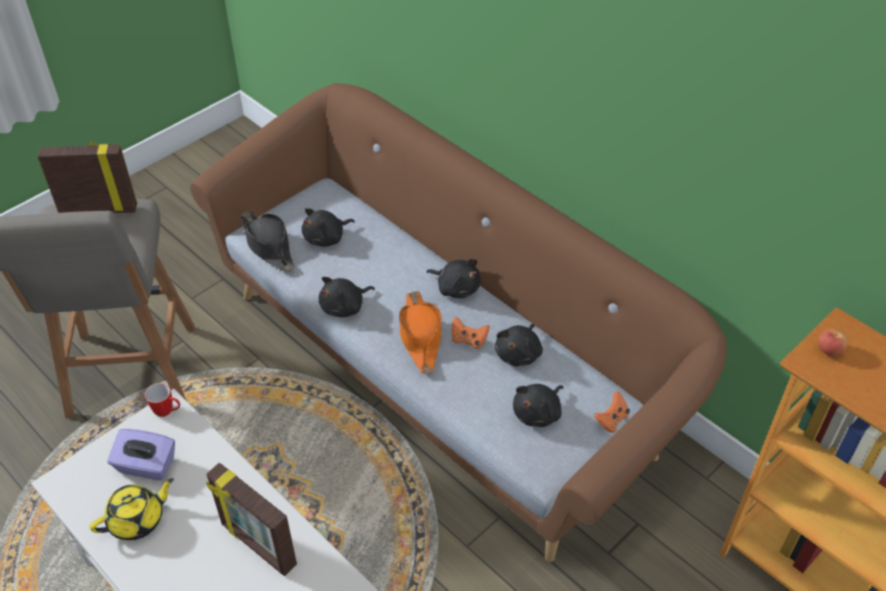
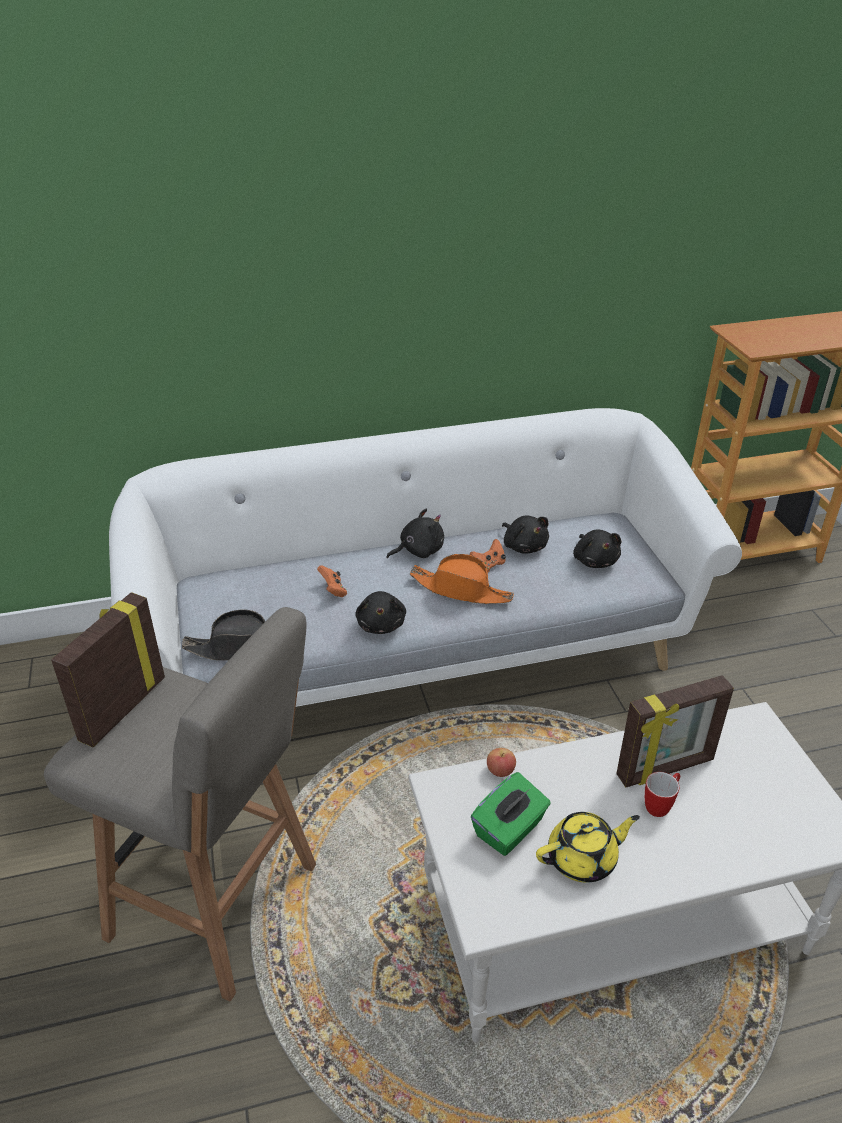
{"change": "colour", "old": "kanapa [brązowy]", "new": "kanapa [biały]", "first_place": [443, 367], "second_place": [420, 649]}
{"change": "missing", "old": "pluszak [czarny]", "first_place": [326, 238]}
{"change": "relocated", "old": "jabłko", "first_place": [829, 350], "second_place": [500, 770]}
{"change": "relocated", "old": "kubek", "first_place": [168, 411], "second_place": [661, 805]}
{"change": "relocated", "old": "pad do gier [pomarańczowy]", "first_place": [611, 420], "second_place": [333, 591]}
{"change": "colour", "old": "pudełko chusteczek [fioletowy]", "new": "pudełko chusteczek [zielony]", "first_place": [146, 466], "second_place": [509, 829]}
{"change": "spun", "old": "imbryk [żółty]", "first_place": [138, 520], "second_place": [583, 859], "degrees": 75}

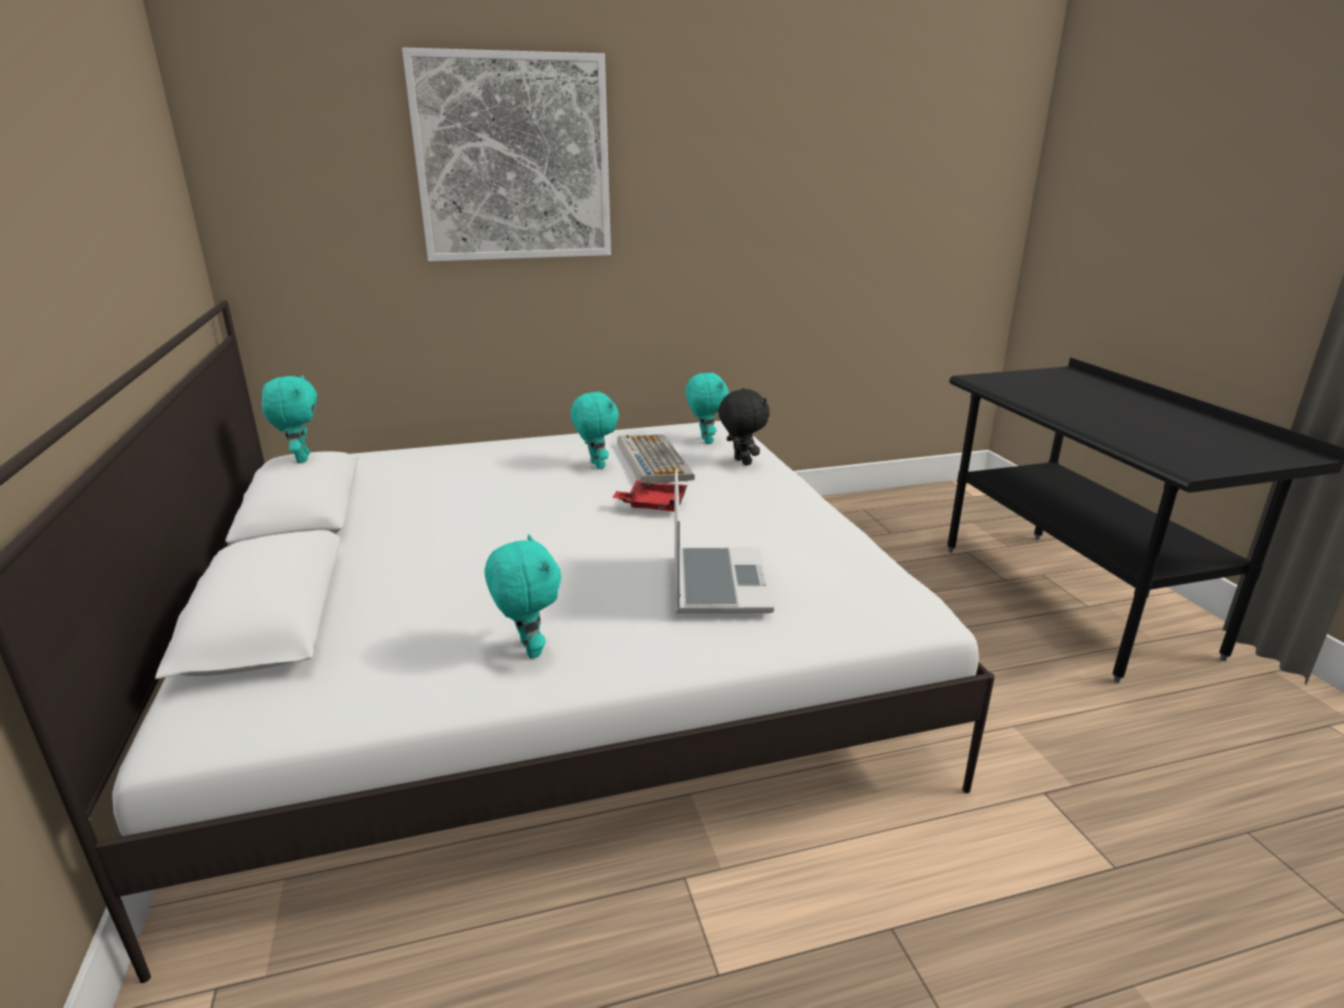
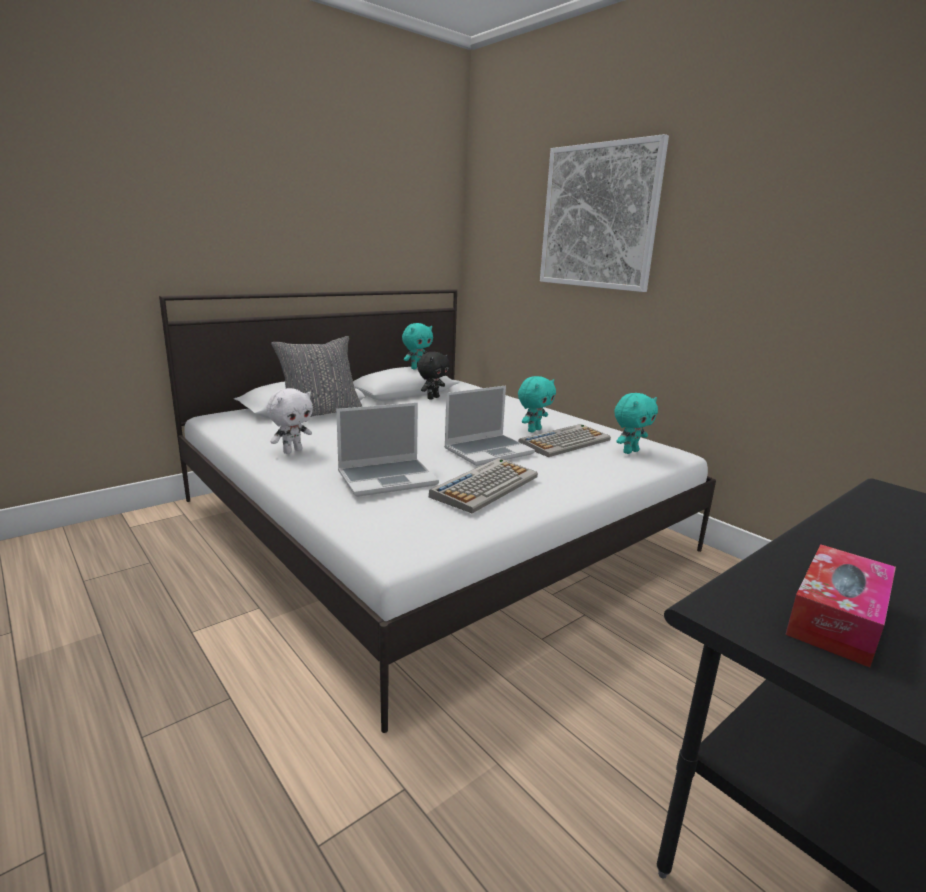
{"change": "relocated", "old": "pluszak [czarny]", "first_place": [741, 462], "second_place": [432, 398]}
{"change": "exchanged", "old": "taca [czerwony]", "new": "laptop", "first_place": [653, 504], "second_place": [489, 451]}
{"change": "colour", "old": "pluszak [turkusowy]", "new": "pluszak [biały]", "first_place": [528, 649], "second_place": [292, 451]}
{"change": "appeared", "new": "poduszka [szary]", "second_place": [320, 413]}
{"change": "appeared", "new": "klawiatura", "second_place": [485, 486]}
{"change": "appeared", "new": "pudełko chusteczek", "second_place": [836, 618]}

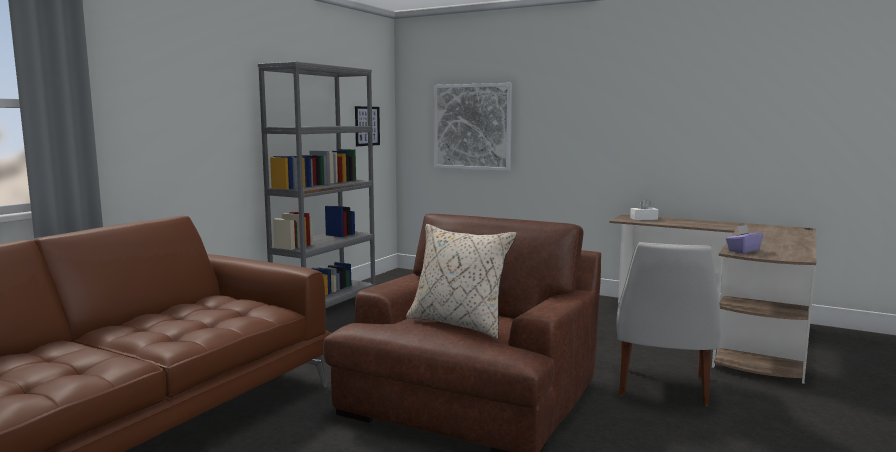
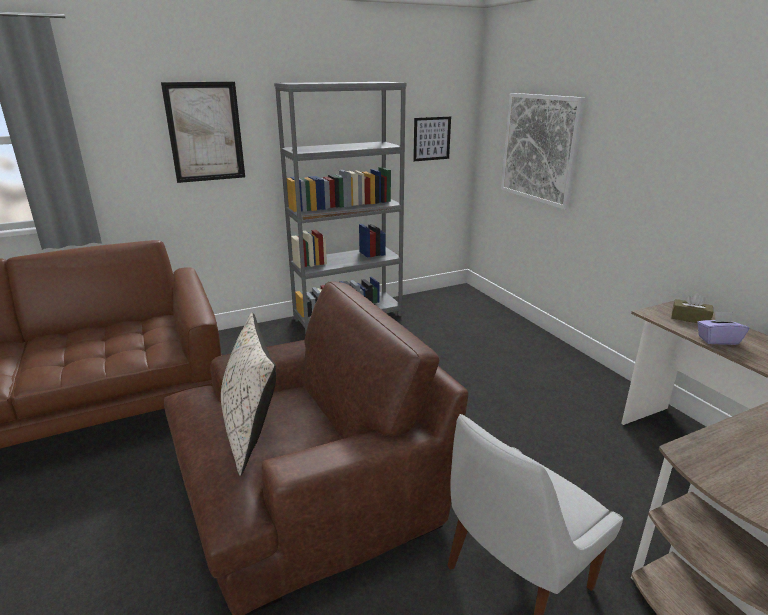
{"change": "colour", "old": "pudełko chusteczek [biały]", "new": "pudełko chusteczek [brązowy]", "first_place": [643, 219], "second_place": [690, 318]}
{"change": "relocated", "old": "pudełko chusteczek [fioletowy]", "first_place": [743, 251], "second_place": [717, 340]}
{"change": "appeared", "new": "obraz", "second_place": [205, 132]}

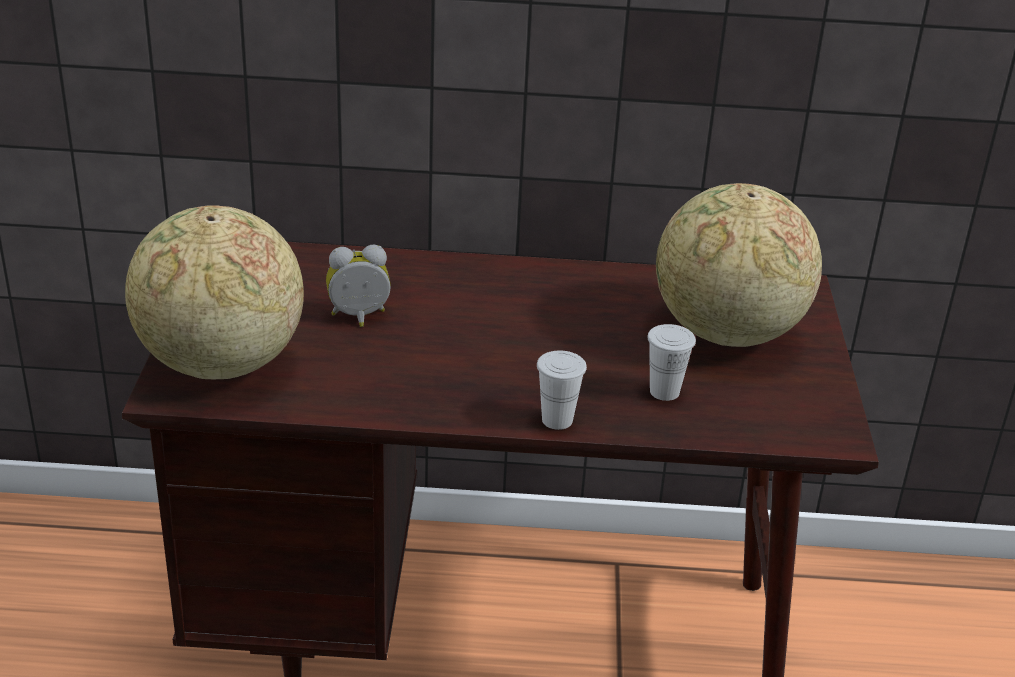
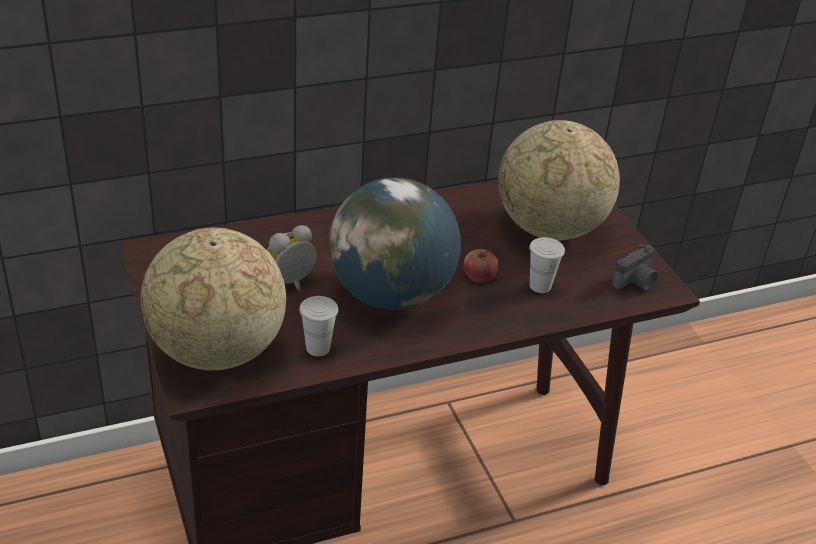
{"change": "relocated", "old": "filiżanka [biały]", "first_place": [557, 420], "second_place": [318, 348]}
{"change": "appeared", "new": "globus", "second_place": [391, 294]}
{"change": "appeared", "new": "aparat fotograficzny", "second_place": [636, 282]}
{"change": "appeared", "new": "jabłko", "second_place": [479, 275]}

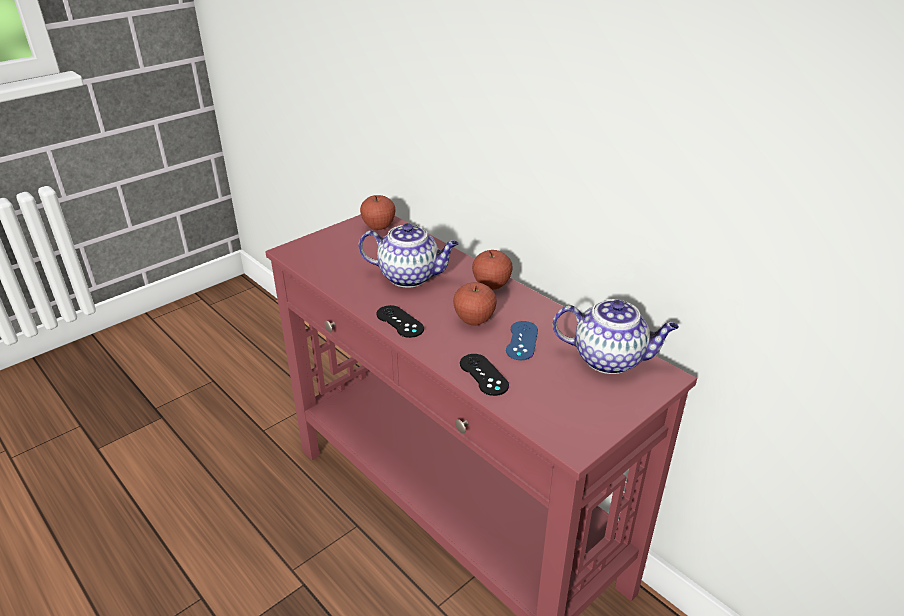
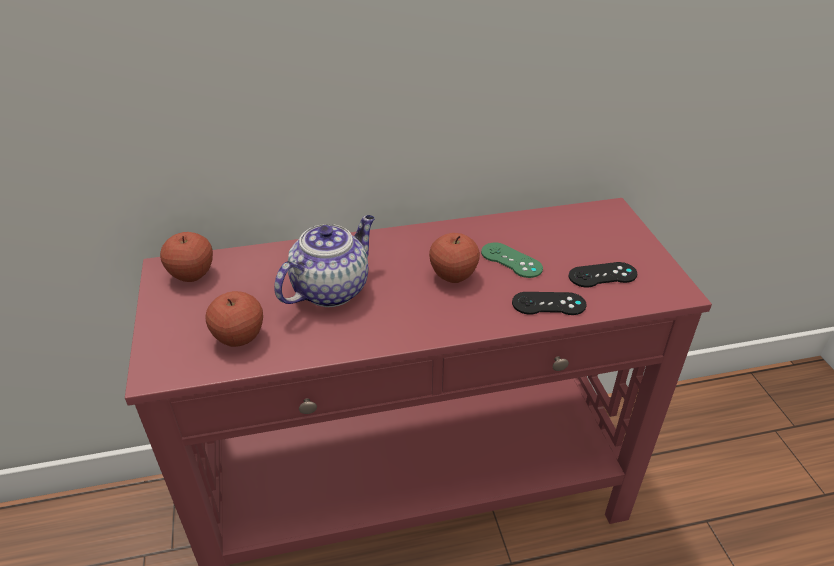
{"change": "relocated", "old": "jabłko", "first_place": [491, 285], "second_place": [239, 337]}
{"change": "missing", "old": "imbryk", "first_place": [610, 359]}
{"change": "relocated", "old": "pad do gier [czarny]", "first_place": [399, 321], "second_place": [602, 275]}
{"change": "colour", "old": "pad do gier [niebieski]", "new": "pad do gier [zielony]", "first_place": [522, 340], "second_place": [511, 260]}

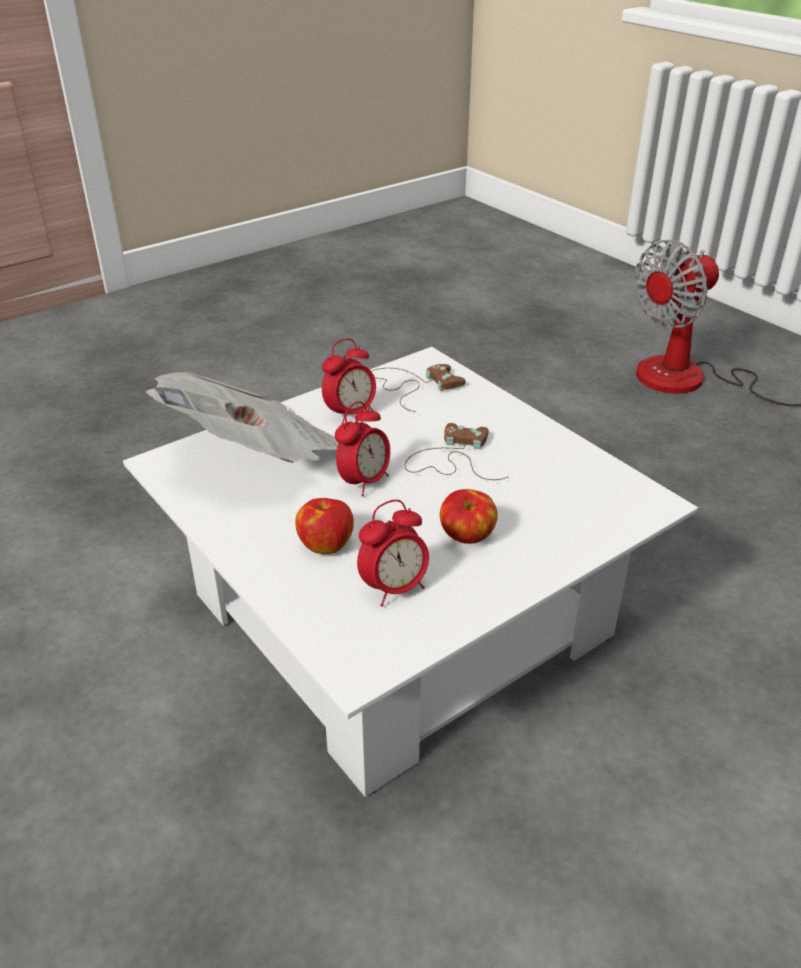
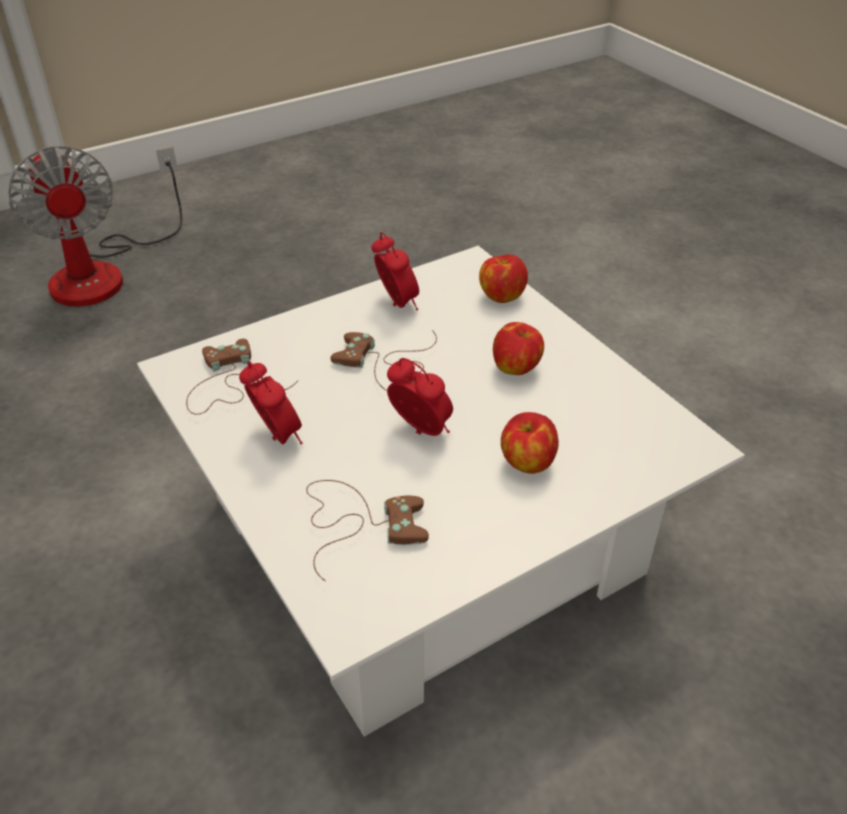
{"change": "exchanged", "old": "gazeta", "new": "pad do gier [brązowy]", "first_place": [258, 458], "second_place": [358, 522]}
{"change": "relocated", "old": "budzik", "first_place": [394, 588], "second_place": [396, 304]}
{"change": "appeared", "new": "jabłko", "second_place": [501, 296]}

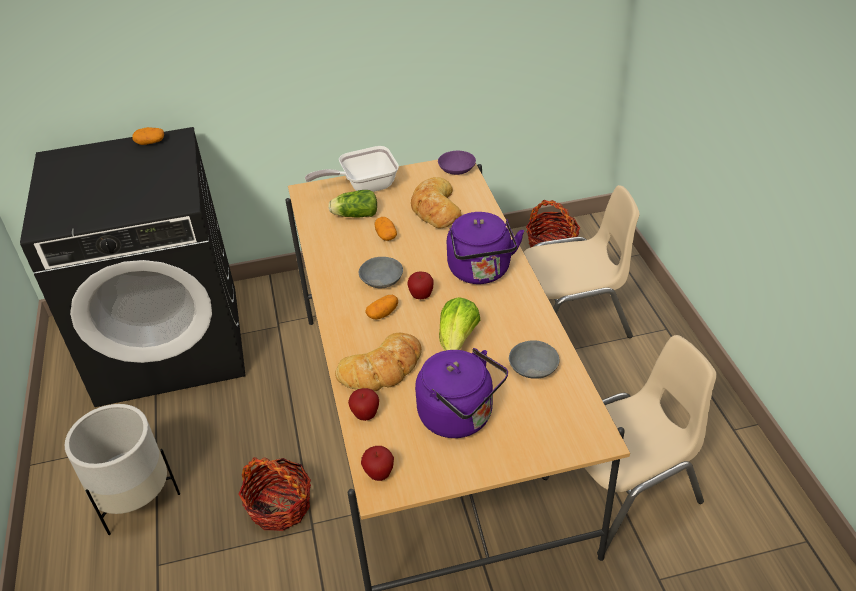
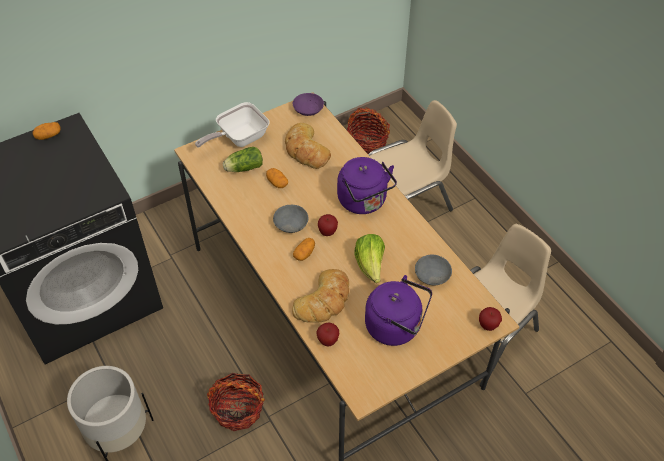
{"change": "relocated", "old": "jabłko", "first_place": [379, 474], "second_place": [488, 325]}

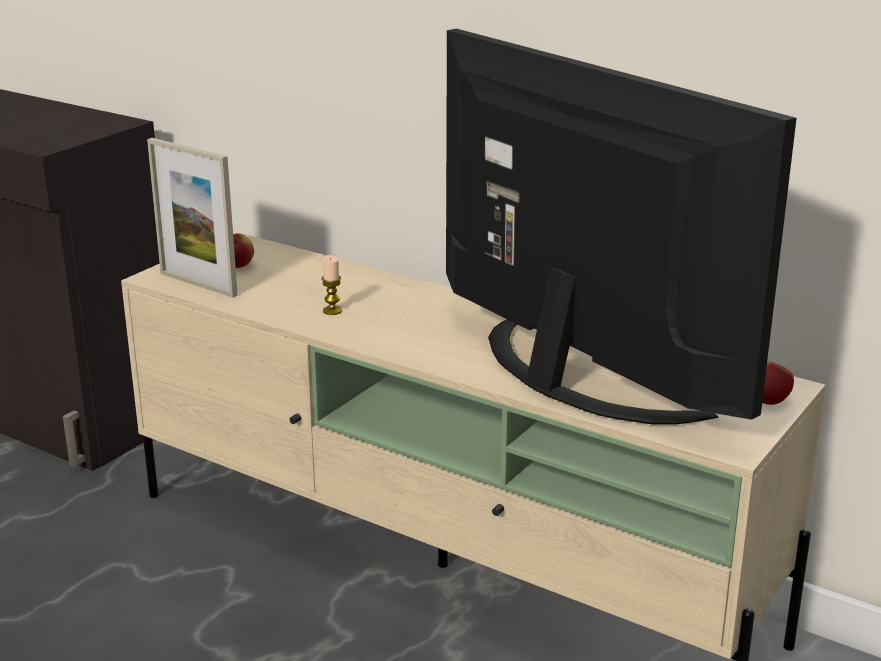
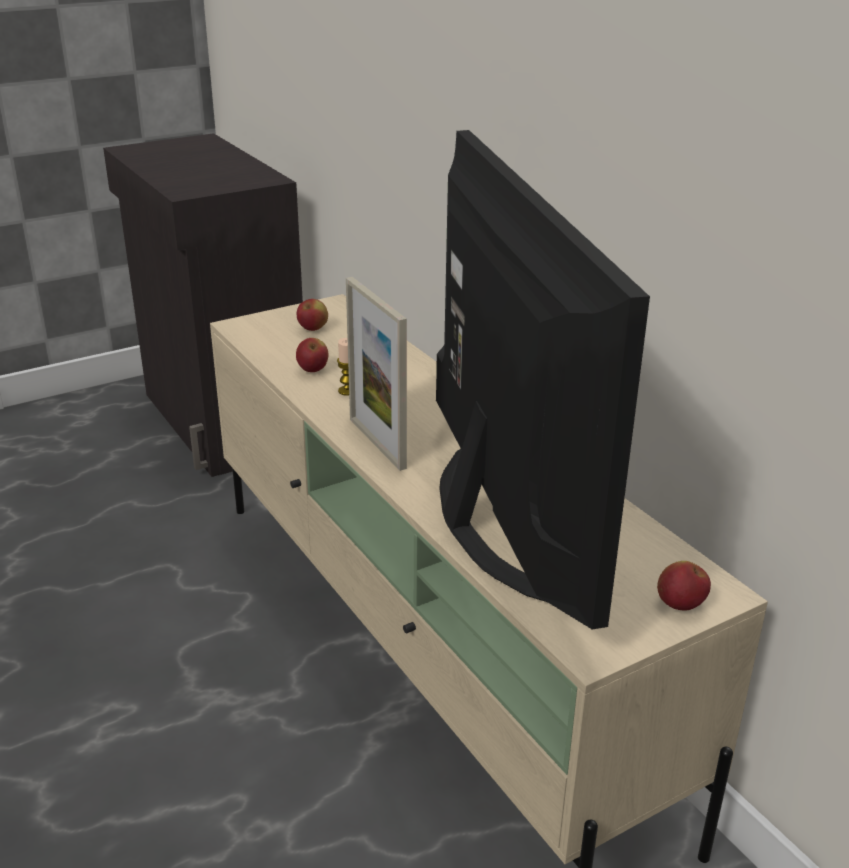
{"change": "relocated", "old": "ramka na zdjęcie", "first_place": [198, 284], "second_place": [377, 443]}
{"change": "appeared", "new": "jabłko", "second_place": [313, 370]}

